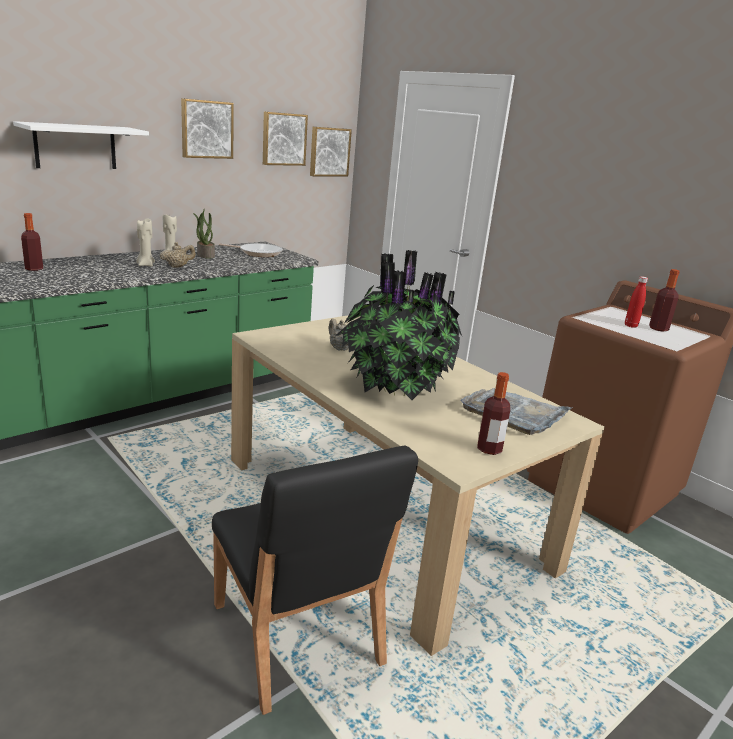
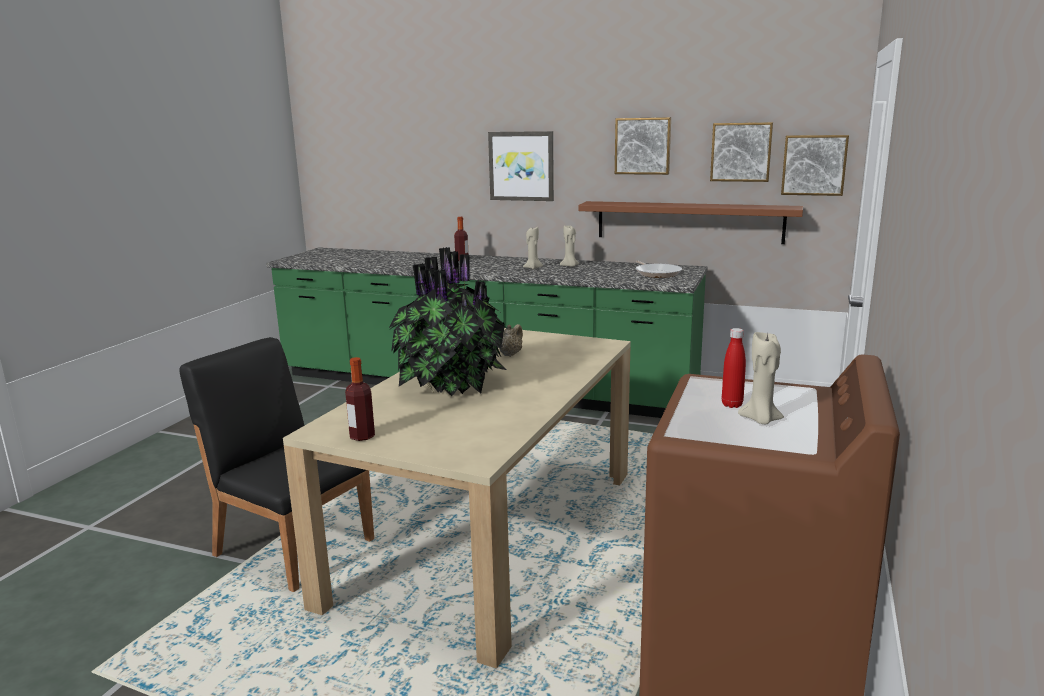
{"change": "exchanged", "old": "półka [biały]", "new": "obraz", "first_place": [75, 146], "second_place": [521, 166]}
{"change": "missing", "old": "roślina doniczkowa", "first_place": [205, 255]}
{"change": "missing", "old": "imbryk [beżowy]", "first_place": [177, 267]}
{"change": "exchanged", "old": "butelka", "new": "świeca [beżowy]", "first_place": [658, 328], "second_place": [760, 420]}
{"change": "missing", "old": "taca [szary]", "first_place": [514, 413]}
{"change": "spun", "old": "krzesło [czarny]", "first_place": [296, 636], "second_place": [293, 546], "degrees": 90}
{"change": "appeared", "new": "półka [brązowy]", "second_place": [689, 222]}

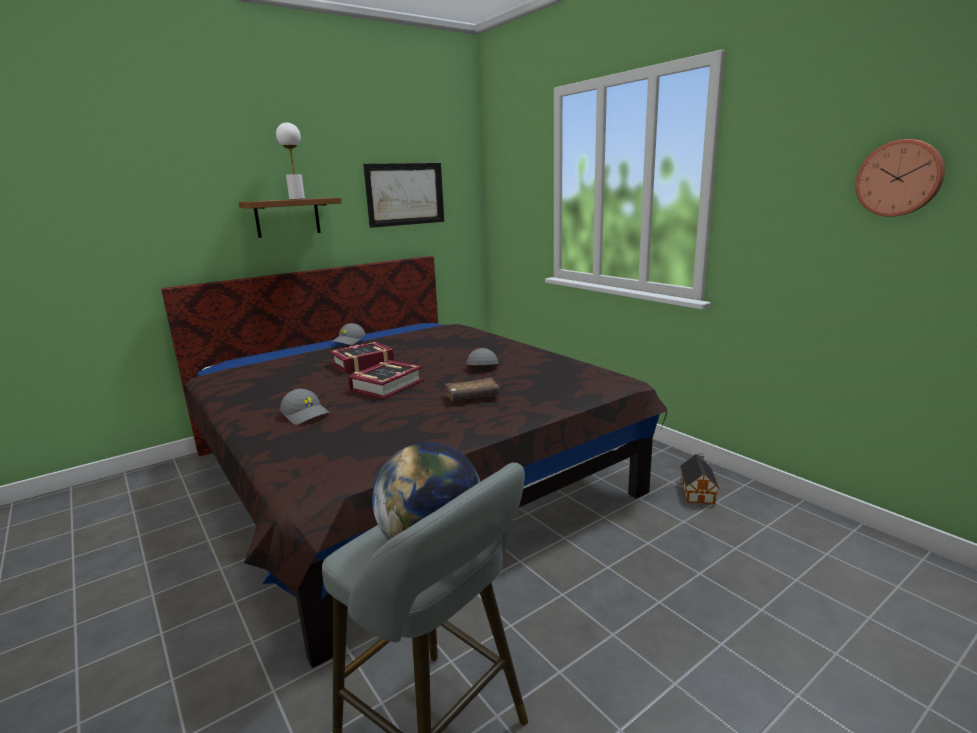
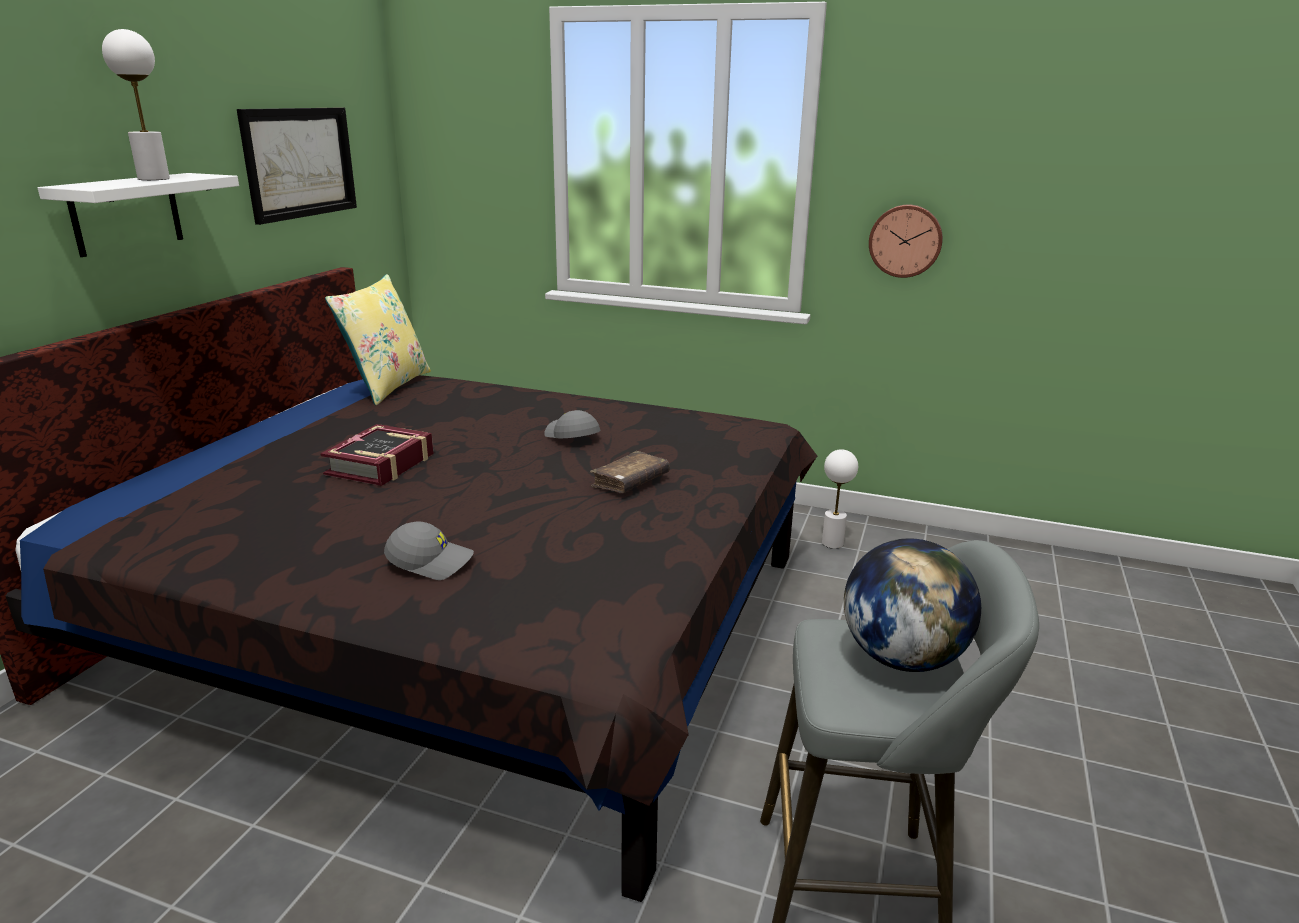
{"change": "relocated", "old": "zegar ścienny", "first_place": [899, 178], "second_place": [905, 240]}
{"change": "colour", "old": "półka [brązowy]", "new": "półka [biały]", "first_place": [287, 217], "second_place": [126, 214]}
{"change": "missing", "old": "czapka z daszkiem [szary]", "first_place": [349, 341]}
{"change": "missing", "old": "książka", "first_place": [386, 385]}
{"change": "exchanged", "old": "domek", "new": "lampa stołowa [biały]", "first_place": [697, 491], "second_place": [832, 543]}
{"change": "appeared", "new": "poduszka [żółty]", "second_place": [387, 386]}

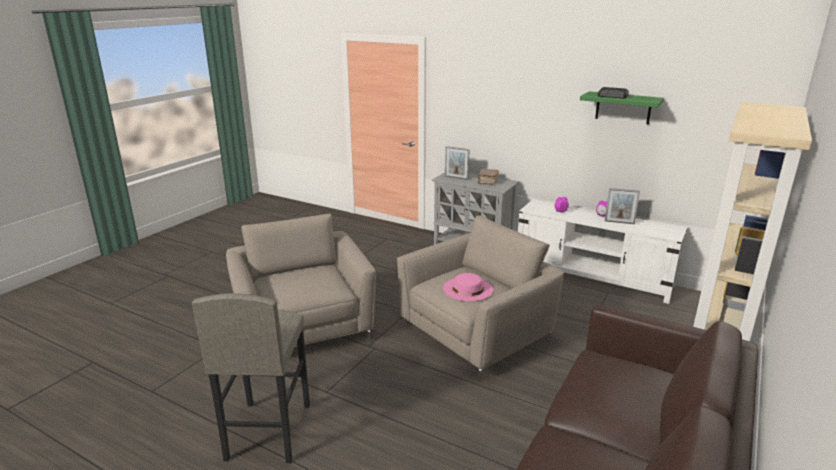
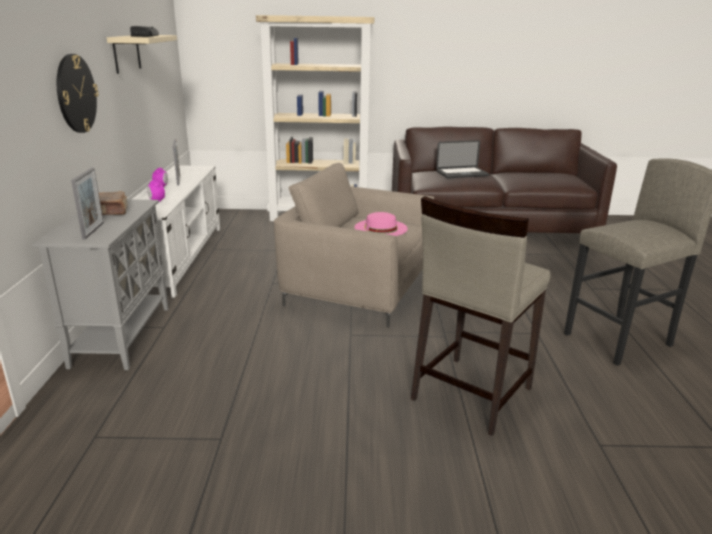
{"change": "colour", "old": "półka [zielony]", "new": "półka [beżowy]", "first_place": [623, 108], "second_place": [126, 53]}
{"change": "exchanged", "old": "fotel [beżowy]", "new": "stołek [beżowy]", "first_place": [304, 328], "second_place": [470, 394]}
{"change": "appeared", "new": "zegar ścienny", "second_place": [76, 94]}
{"change": "appeared", "new": "laptop", "second_place": [462, 174]}

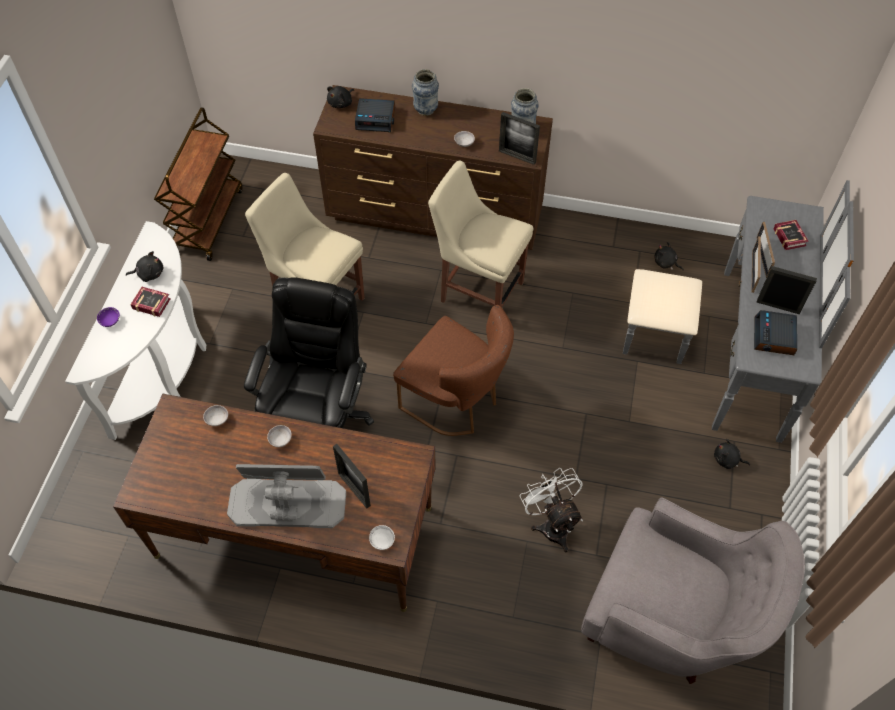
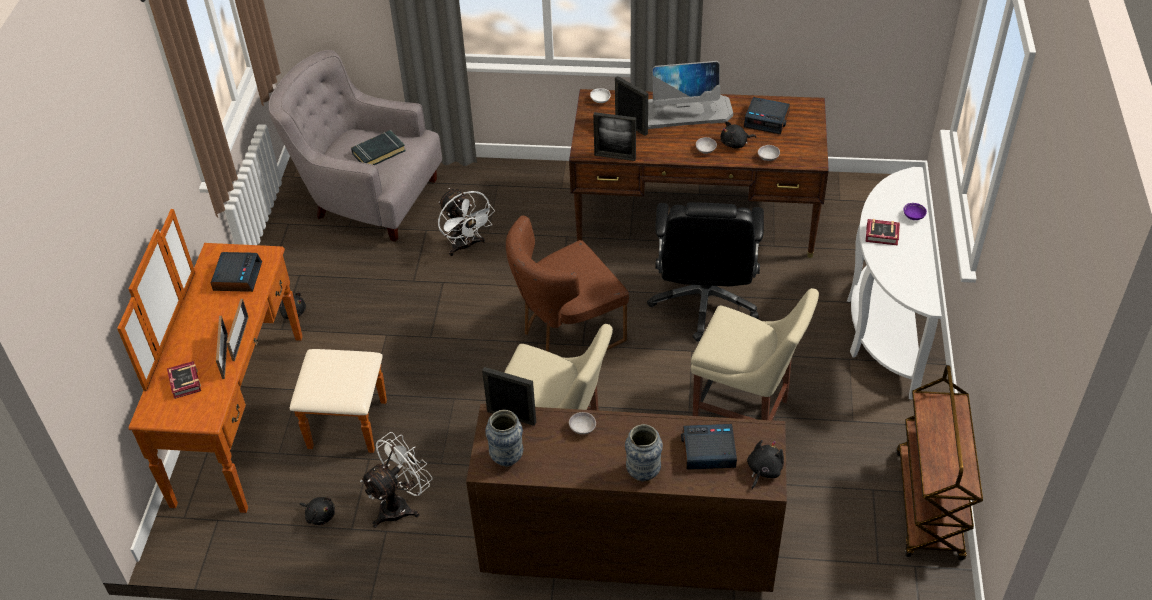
{"change": "colour", "old": "komoda [szary]", "new": "komoda [brązowy]", "first_place": [728, 349], "second_place": [265, 418]}
{"change": "relocated", "old": "pluszak [czarny]", "first_place": [149, 273], "second_place": [735, 143]}
{"change": "relocated", "old": "ramka na zdjęcie", "first_place": [778, 306], "second_place": [615, 157]}
{"change": "spun", "old": "krzesło [brązowy]", "first_place": [456, 401], "second_place": [566, 332], "degrees": -60}
{"change": "appeared", "new": "budzik", "second_place": [767, 120]}
{"change": "appeared", "new": "książka [czarny]", "second_place": [378, 152]}
{"change": "appeared", "new": "wentylator [biały]", "second_place": [400, 505]}

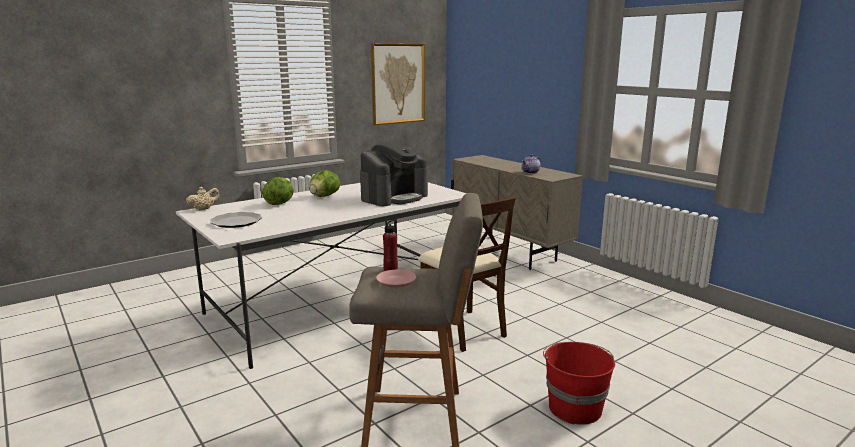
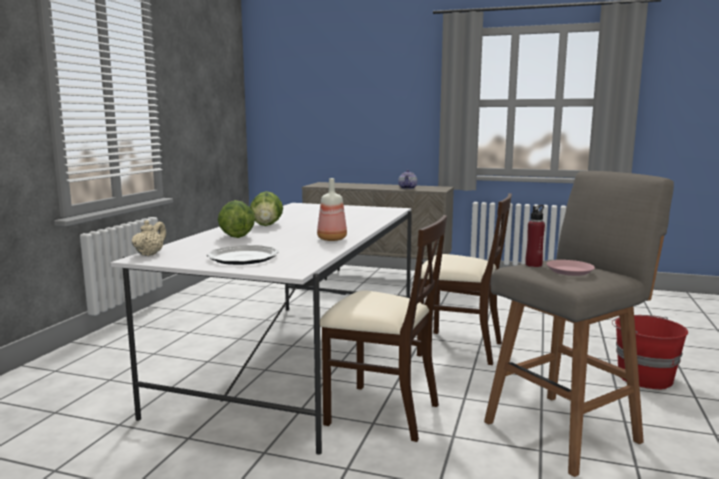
{"change": "missing", "old": "obraz", "first_place": [398, 83]}
{"change": "missing", "old": "ekspres do kawy", "first_place": [394, 197]}
{"change": "appeared", "new": "butelka", "second_place": [331, 239]}
{"change": "appeared", "new": "krzesło [beżowy]", "second_place": [381, 412]}

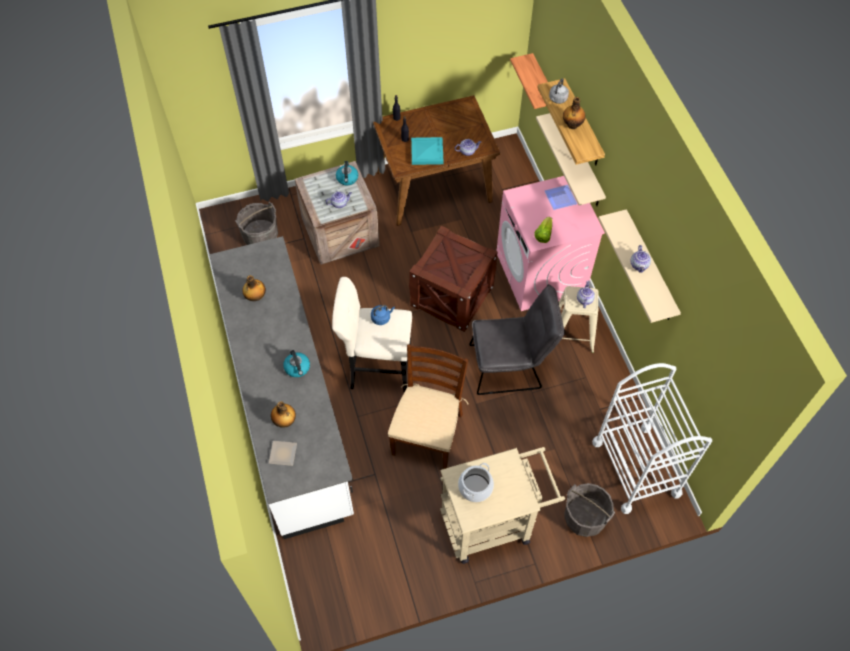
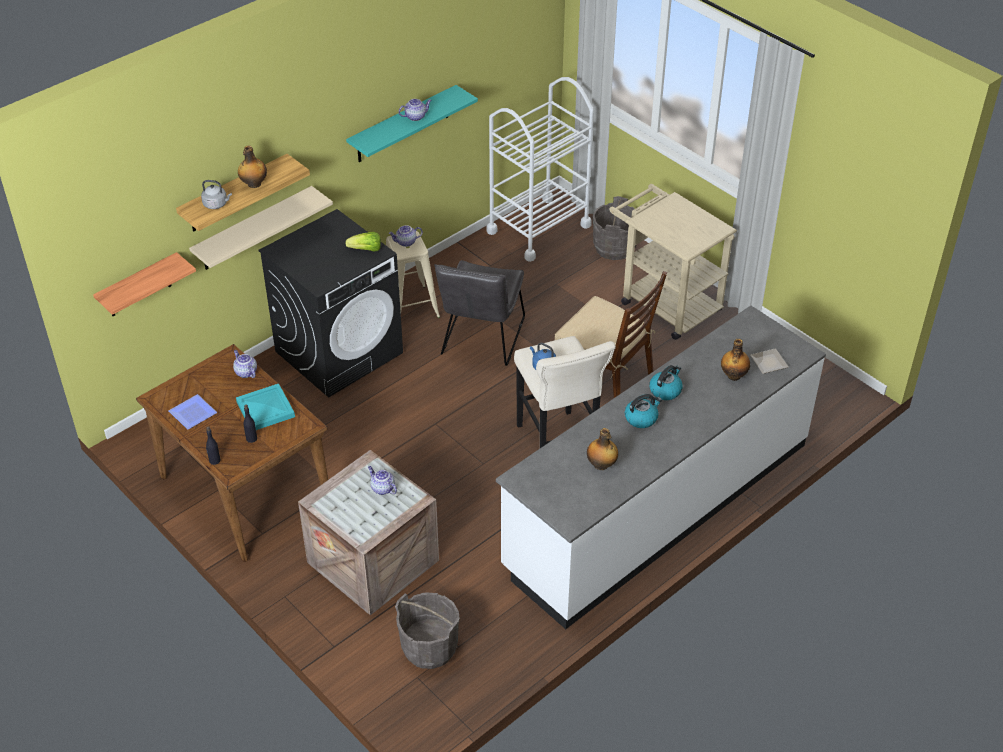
{"change": "relocated", "old": "czajnik", "first_place": [347, 179], "second_place": [641, 418]}
{"change": "colour", "old": "pralka [różowy]", "new": "pralka [czarny]", "first_place": [541, 273], "second_place": [339, 351]}
{"change": "relocated", "old": "talerz", "first_place": [559, 198], "second_place": [192, 414]}
{"change": "colour", "old": "półka [beżowy]", "new": "półka [turkusowy]", "first_place": [649, 268], "second_place": [403, 125]}
{"change": "missing", "old": "skrzynka", "first_place": [452, 296]}
{"change": "spun", "old": "krzesło [szary]", "first_place": [511, 366], "second_place": [481, 340], "degrees": -135}
{"change": "spun", "old": "krzesło [brązowy]", "first_place": [427, 433], "second_place": [606, 378], "degrees": -135}
{"change": "missing", "old": "garnek", "first_place": [475, 487]}

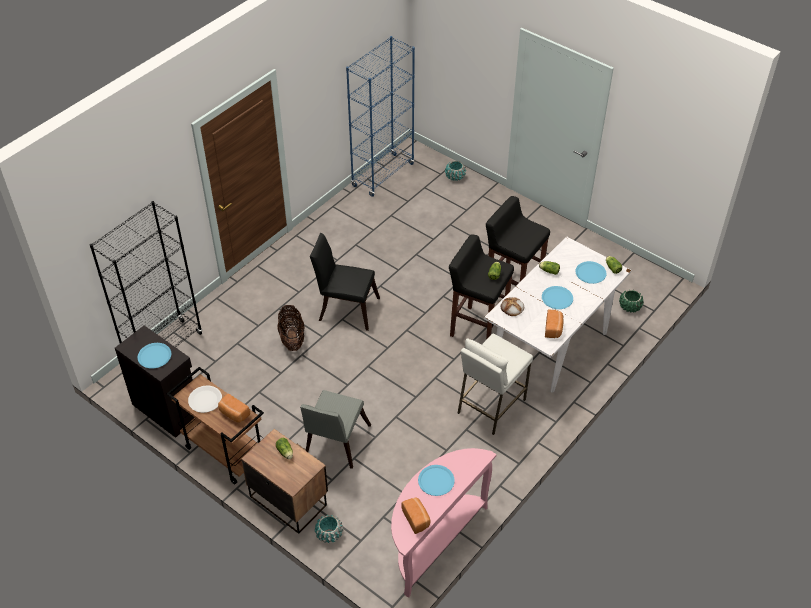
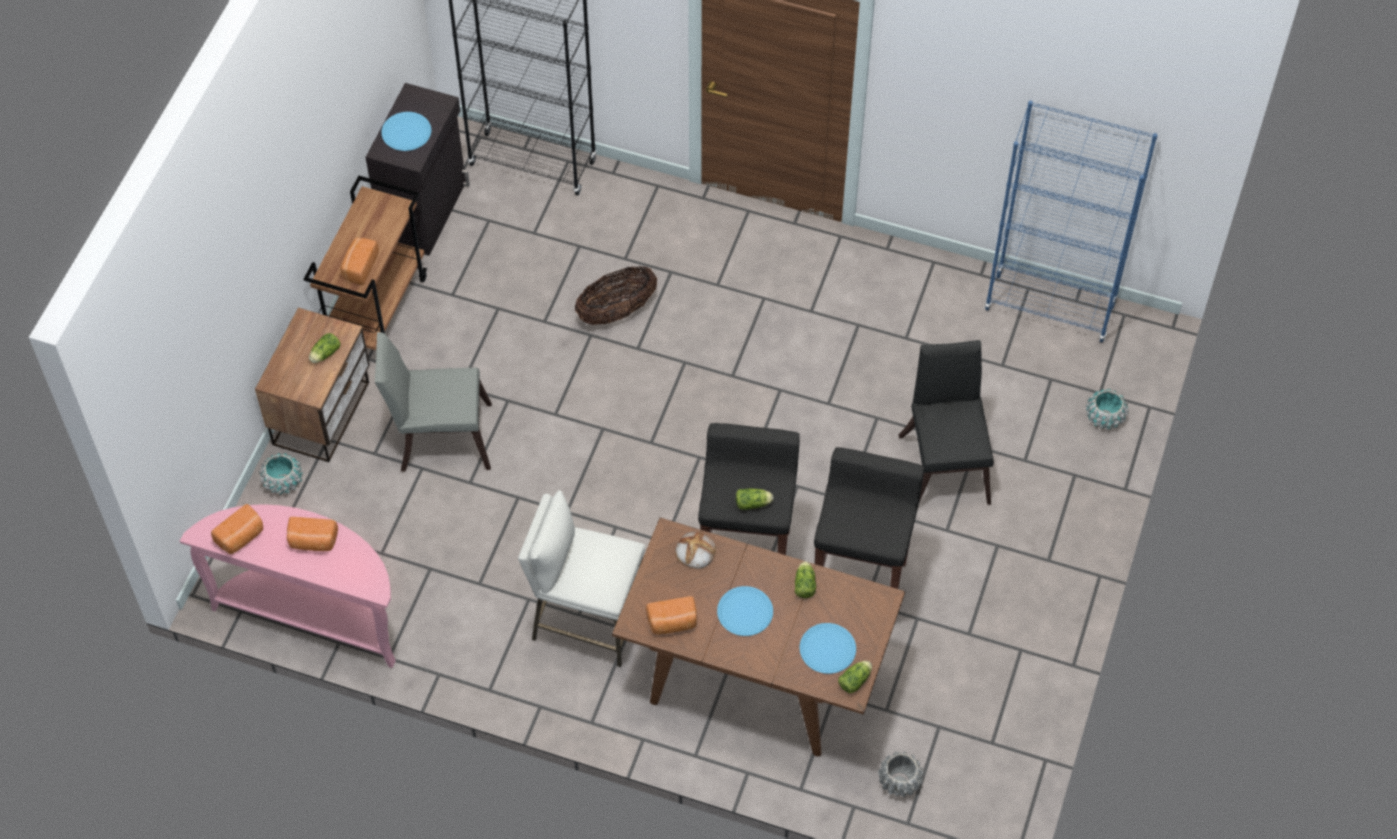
{"change": "relocated", "old": "krzesło [czarny]", "first_place": [345, 308], "second_place": [944, 462]}
{"change": "colour", "old": "stół jadalny [biały]", "new": "stół jadalny [brązowy]", "first_place": [551, 344], "second_place": [756, 675]}
{"change": "colour", "old": "donica [zielony]", "new": "donica [szary]", "first_place": [630, 307], "second_place": [899, 781]}
{"change": "missing", "old": "talerz [biały]", "first_place": [205, 399]}
{"change": "exchanged", "old": "talerz [niebieski]", "new": "chleb", "first_place": [436, 481], "second_place": [313, 542]}

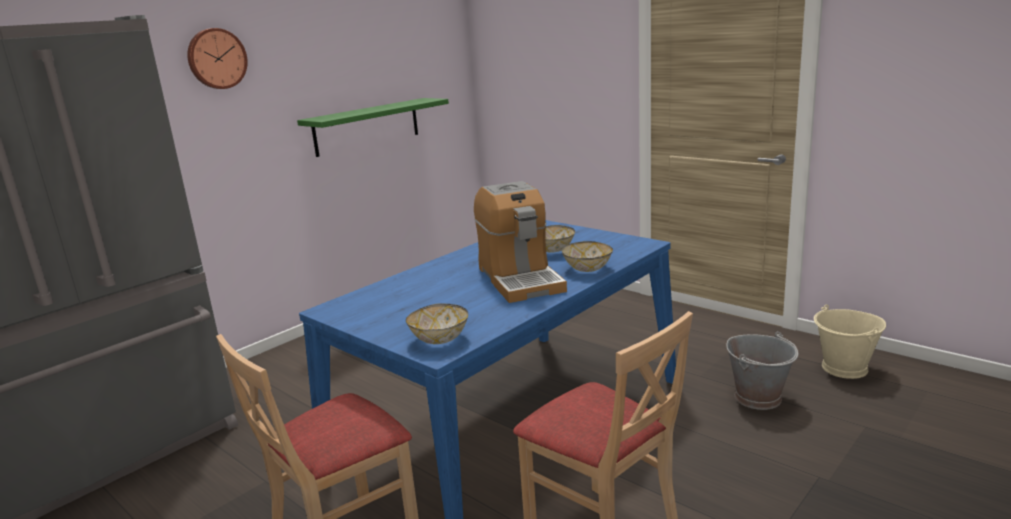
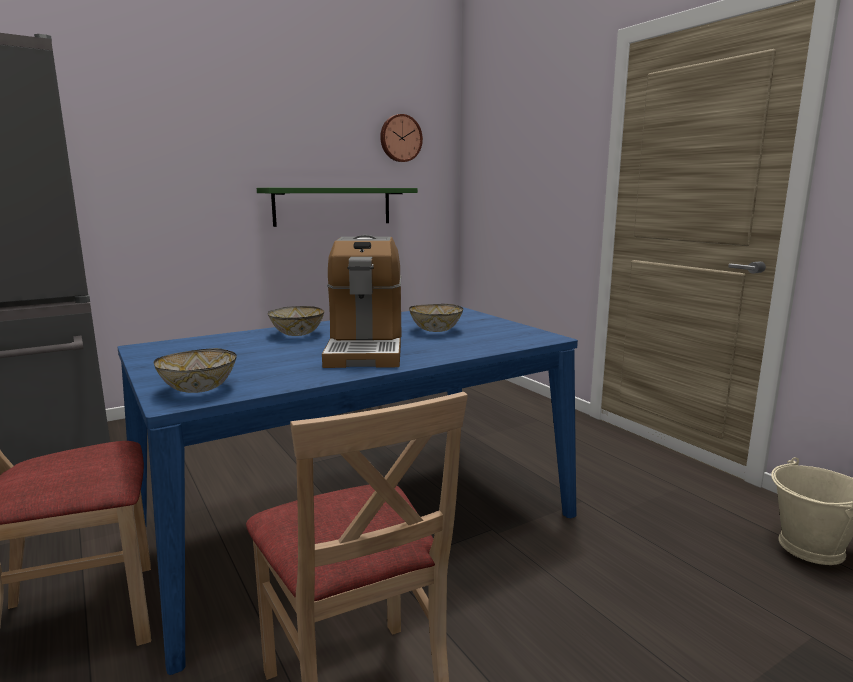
{"change": "relocated", "old": "zegar ścienny", "first_place": [216, 58], "second_place": [400, 138]}
{"change": "relocated", "old": "miska", "first_place": [588, 269], "second_place": [297, 334]}
{"change": "missing", "old": "wiadro [szary]", "first_place": [758, 397]}

